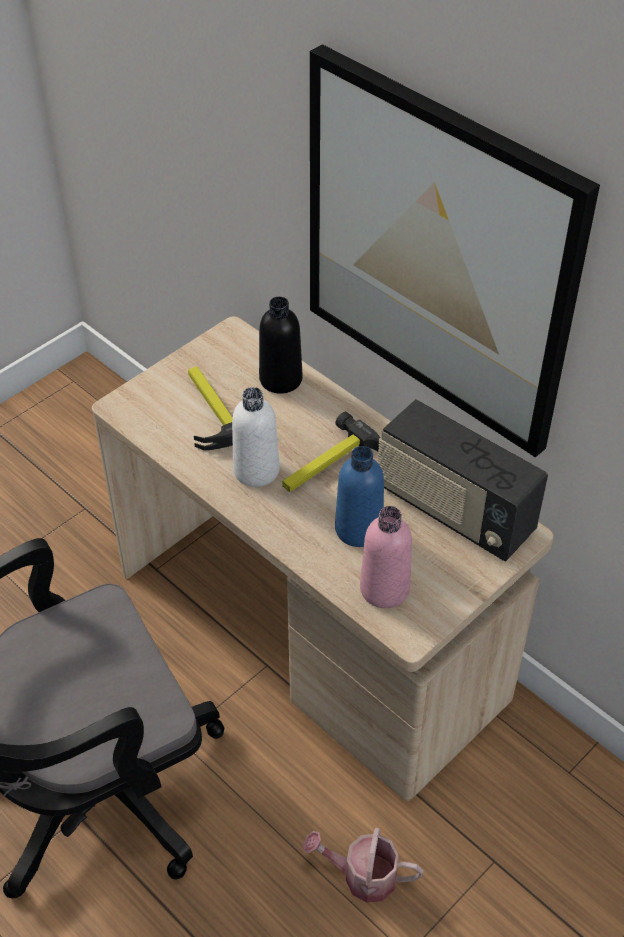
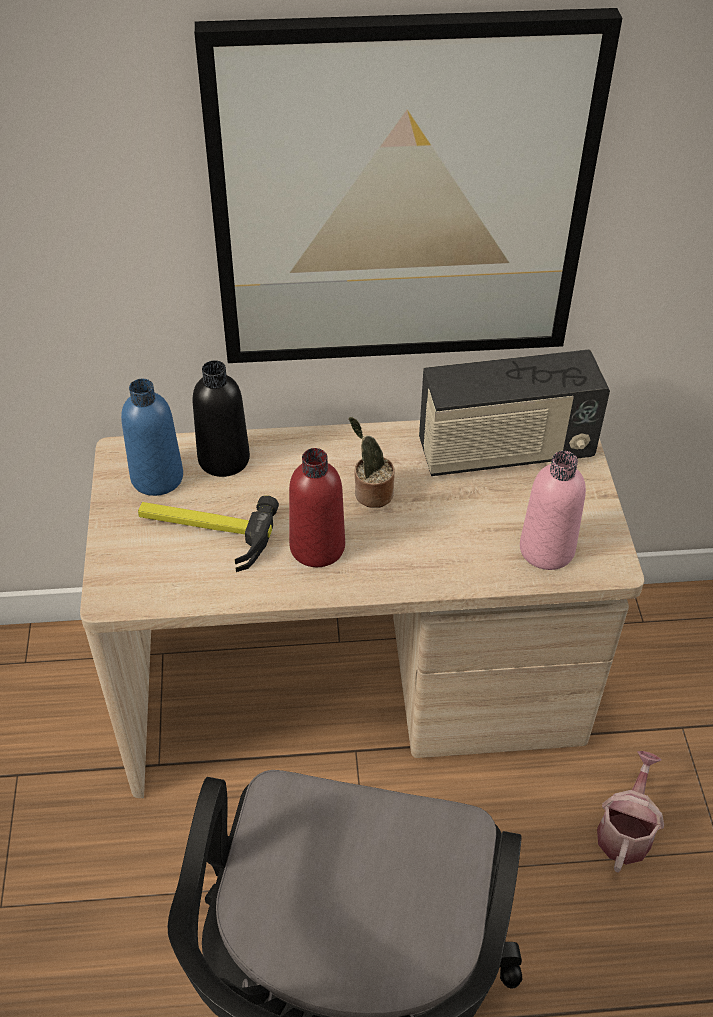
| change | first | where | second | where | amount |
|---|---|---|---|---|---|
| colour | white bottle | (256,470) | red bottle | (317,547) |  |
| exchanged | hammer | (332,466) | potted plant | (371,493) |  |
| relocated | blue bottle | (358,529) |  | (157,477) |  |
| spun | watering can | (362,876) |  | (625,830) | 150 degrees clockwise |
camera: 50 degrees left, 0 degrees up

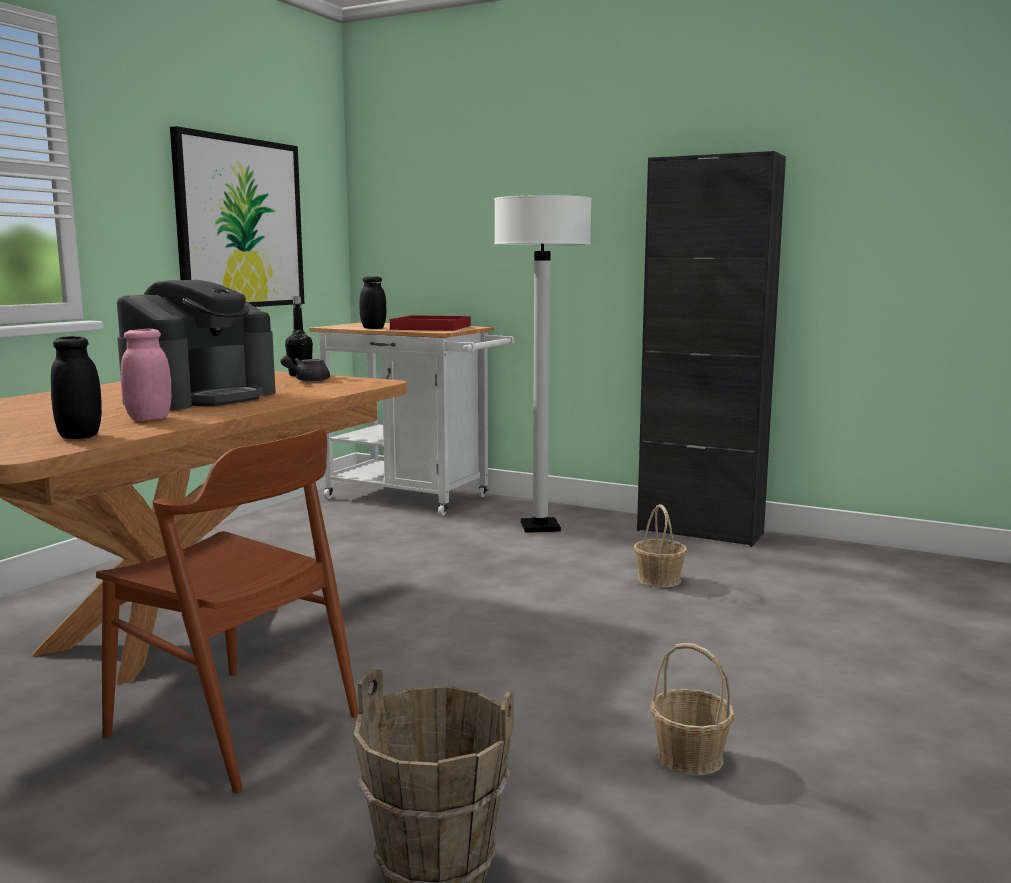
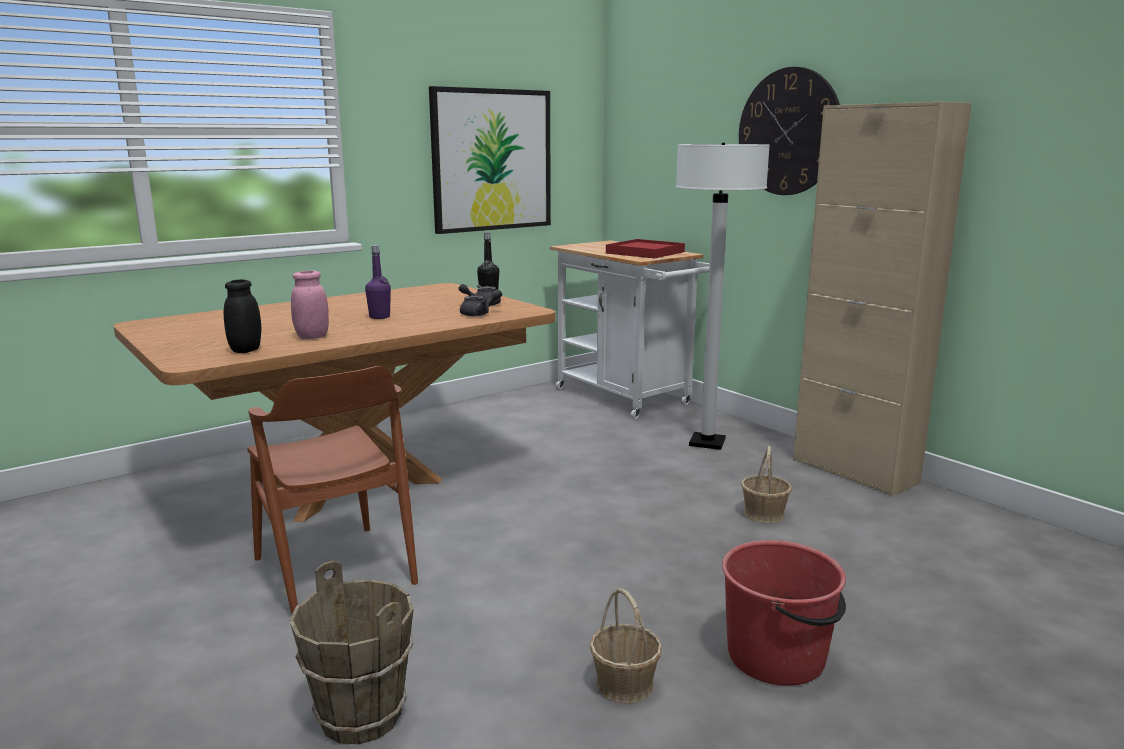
| change | first | where | second | where | amount |
|---|---|---|---|---|---|
| colour | black cabinet | (700,531) | beige cabinet | (854,471) |  |
| missing | black jar | (373,328) |  |  |  |
| exchanged | coffee machine | (201,397) | purple bottle | (379,317) |  |
| appeared |  |  | wall clock | (788,132) |  |
| appeared |  |  | grey teapot | (479,314) |  |
| appeared |  |  | red bucket | (777,657) |  |
camera: 25 degrees right, 5 degrees up

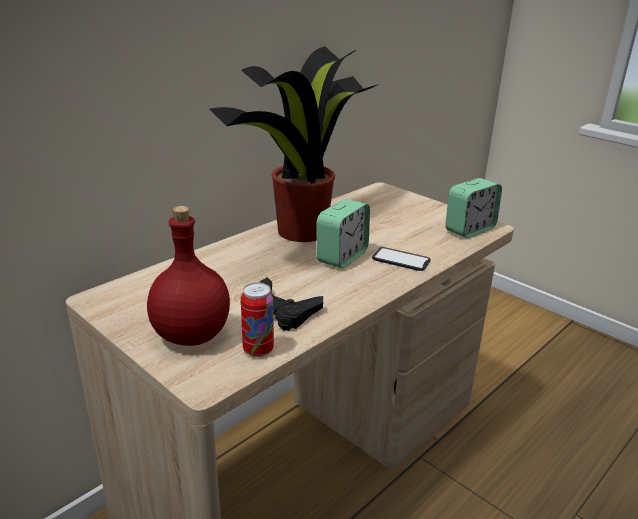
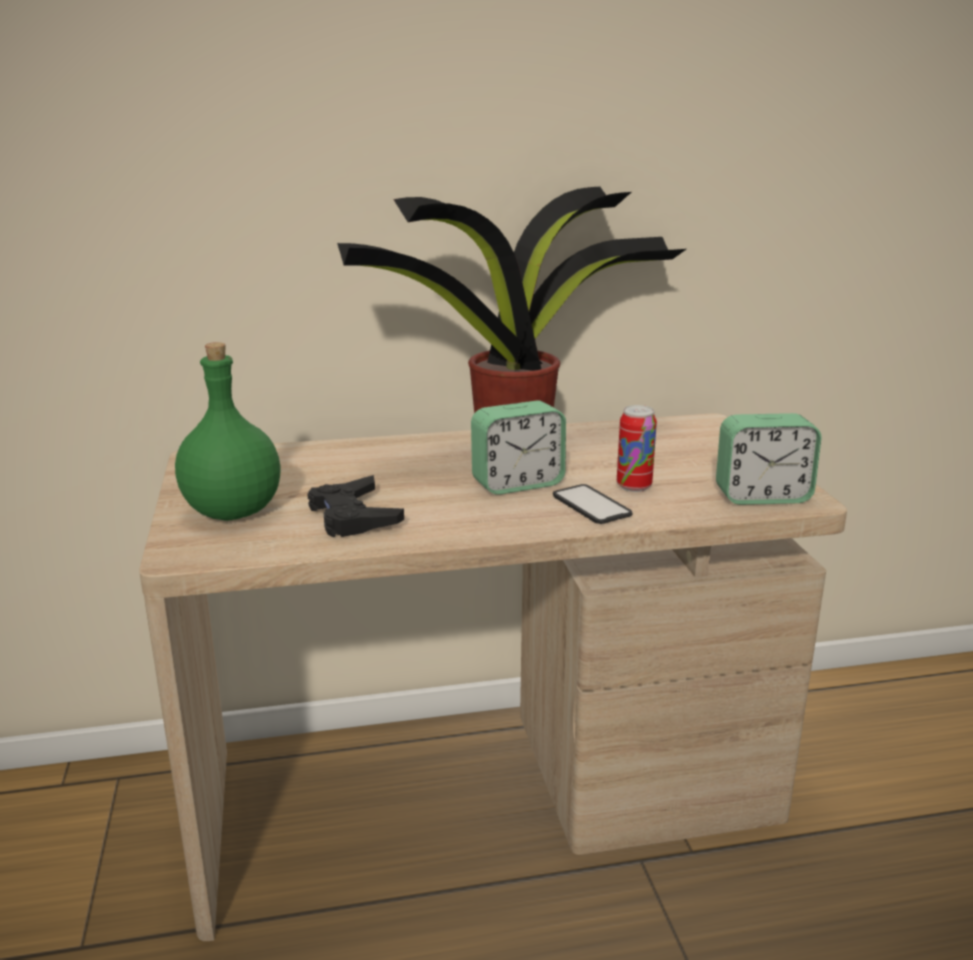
| change | first | where | second | where | amount |
|---|---|---|---|---|---|
| colour | red bottle | (192,334) | green bottle | (235,511) |  |
| relocated | can | (258,350) |  | (634,486) |  |
camera: 35 degrees right, 5 degrees down

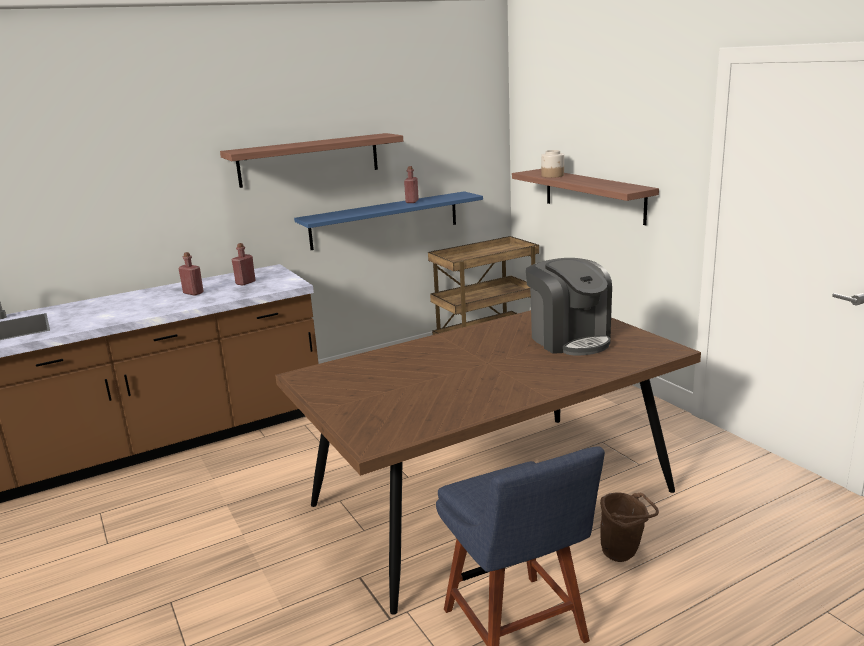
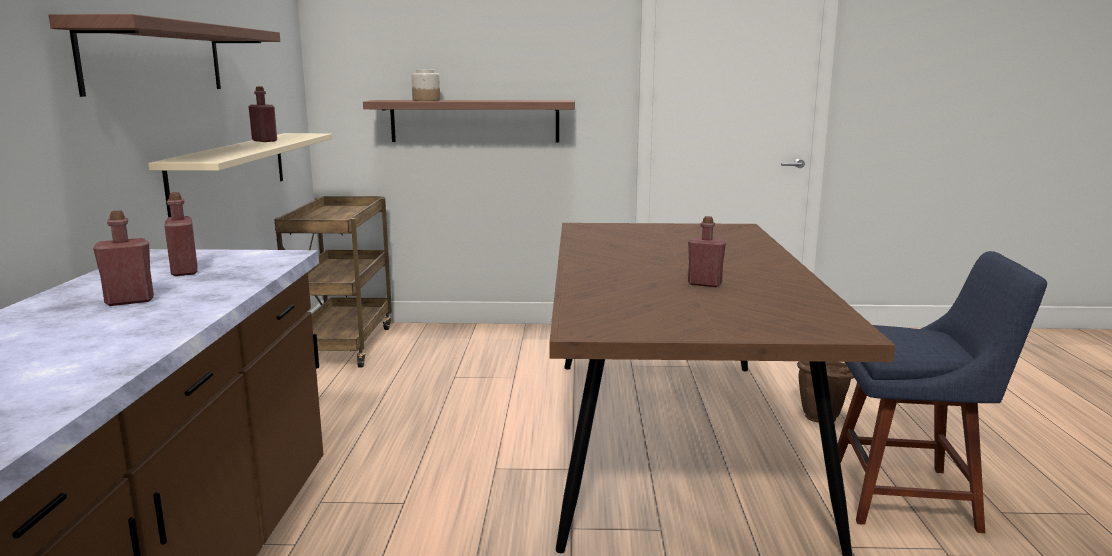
| change | first | where | second | where | amount |
|---|---|---|---|---|---|
| colour | blue shelf | (385,220) | beige shelf | (231,172) |  |
| missing | coffee machine | (569,339) |  |  |  |
| appeared |  |  | red bottle | (704,284) |  |
camera: 60 degrees left, 5 degrees down

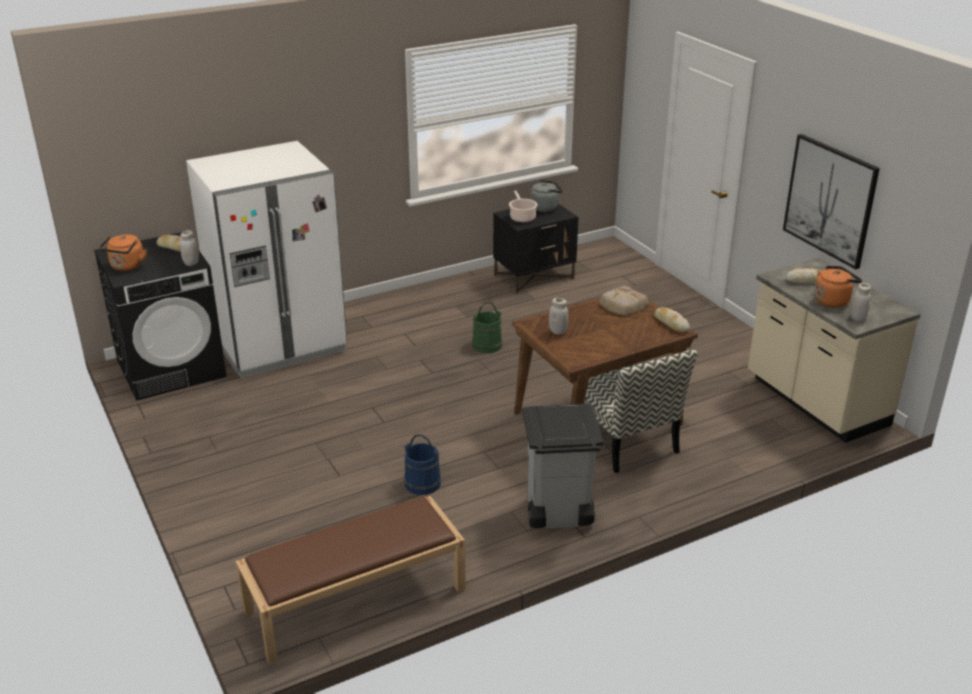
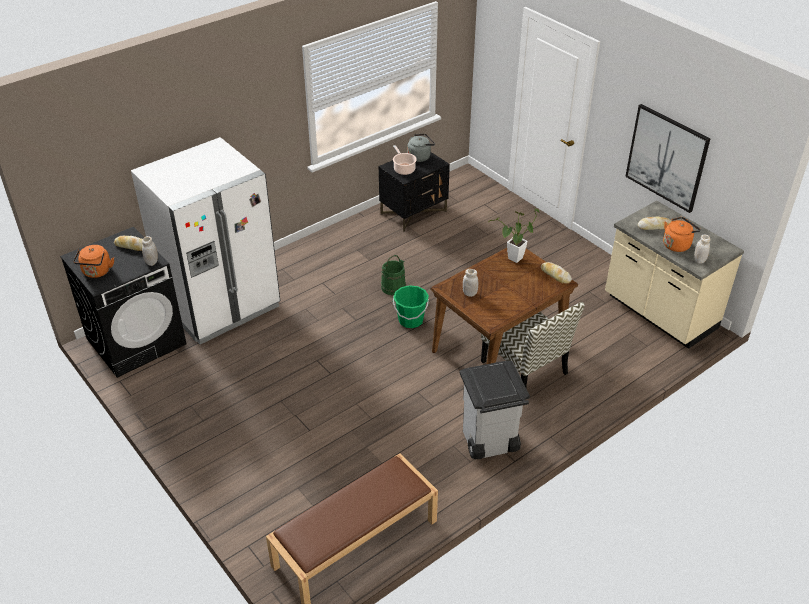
| change | first | where | second | where | amount |
|---|---|---|---|---|---|
| exchanged | bread | (622,305) | potted plant | (513,260) |  |
| missing | blue bucket | (422,483) |  |  |  |
| appeared |  |  | green bucket | (410,320) |  |
camera: 10 degrees left, 10 degrees up

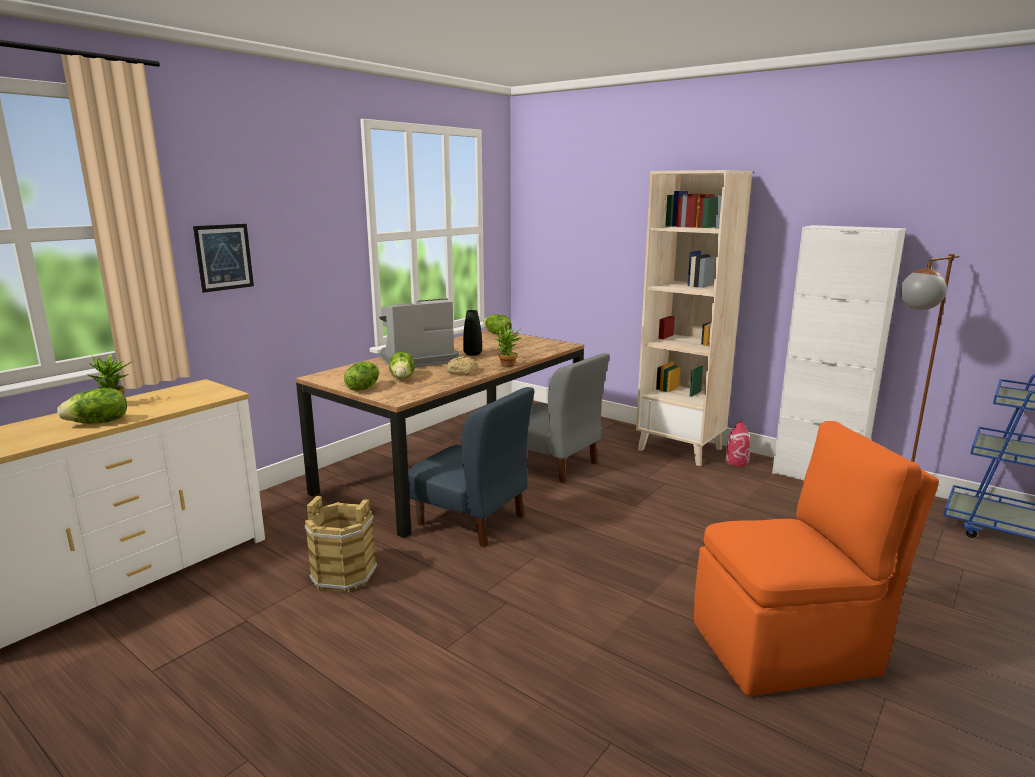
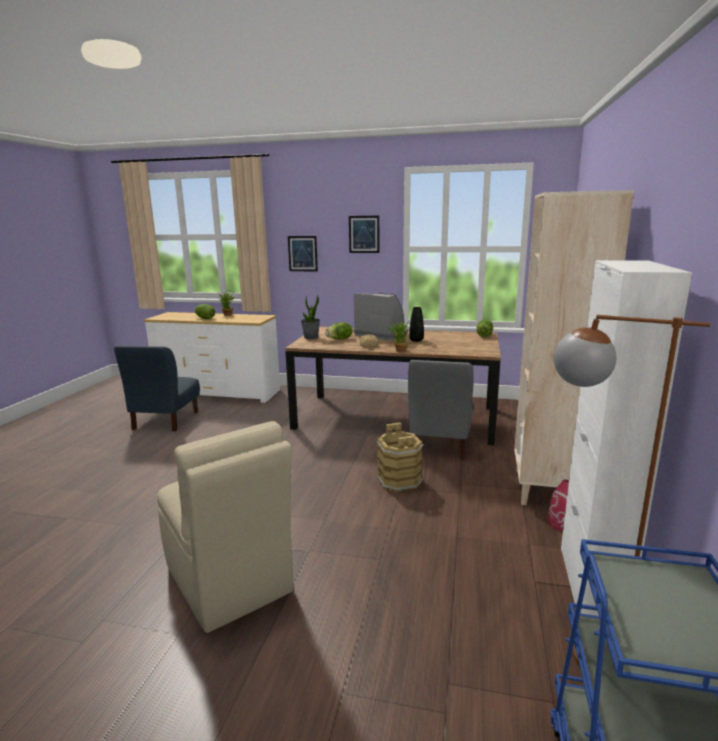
| change | first | where | second | where | amount |
|---|---|---|---|---|---|
| exchanged | lettuce | (363,388) | potted plant | (311,337) |  |
| relocated | blue chair | (472,520) |  | (165,420) |  |
| colour | orange chair | (789,648) | beige chair | (229,581) |  |
| relocated | brown bucket | (344,574) |  | (399,481) |  |
| appeared |  |  | picture | (364,234) |  |
camera: 65 degrees right, 0 degrees up

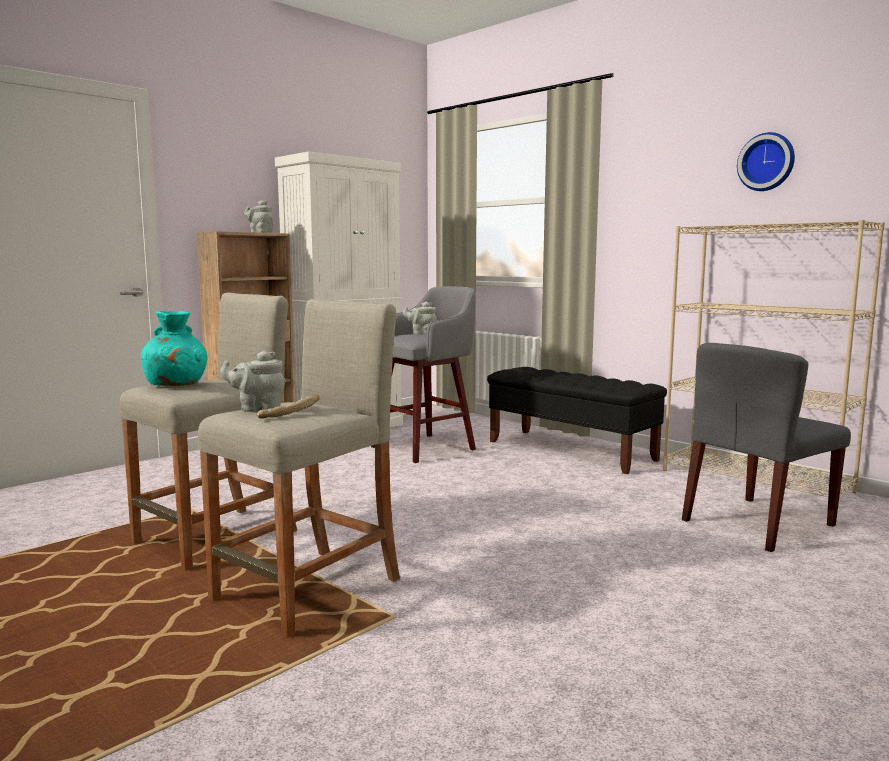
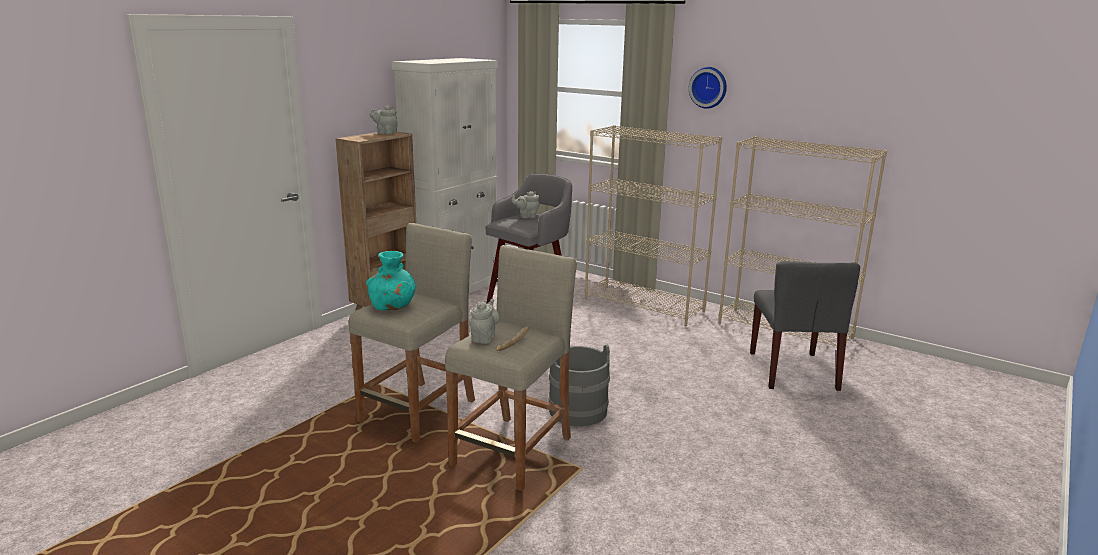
| change | first | where | second | where | amount |
|---|---|---|---|---|---|
| relocated | wall clock | (767,162) |  | (708,87) |  |
| spun | grey chair | (757,523) |  | (793,371) | 45 degrees counterclockwise |
| spun | grey teapot | (257,408) |  | (484,337) | 120 degrees clockwise |
| exchanged | black bench | (571,450) | beige bookcase | (644,305) |  |
| appeared |  |  | grey bucket | (578,410) |  |
camera: 10 degrees left, 10 degrees up

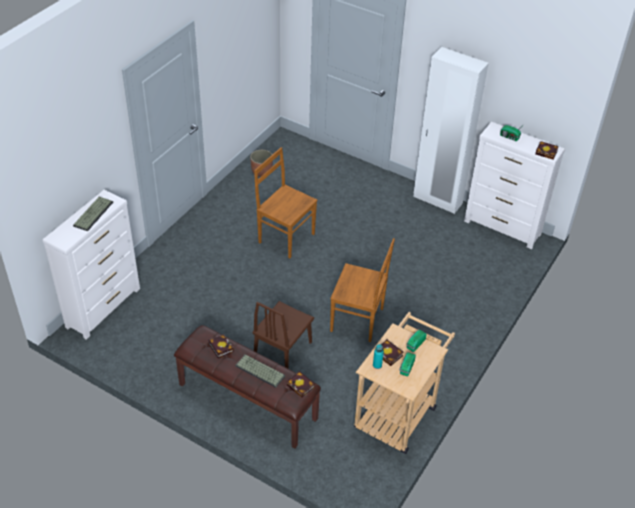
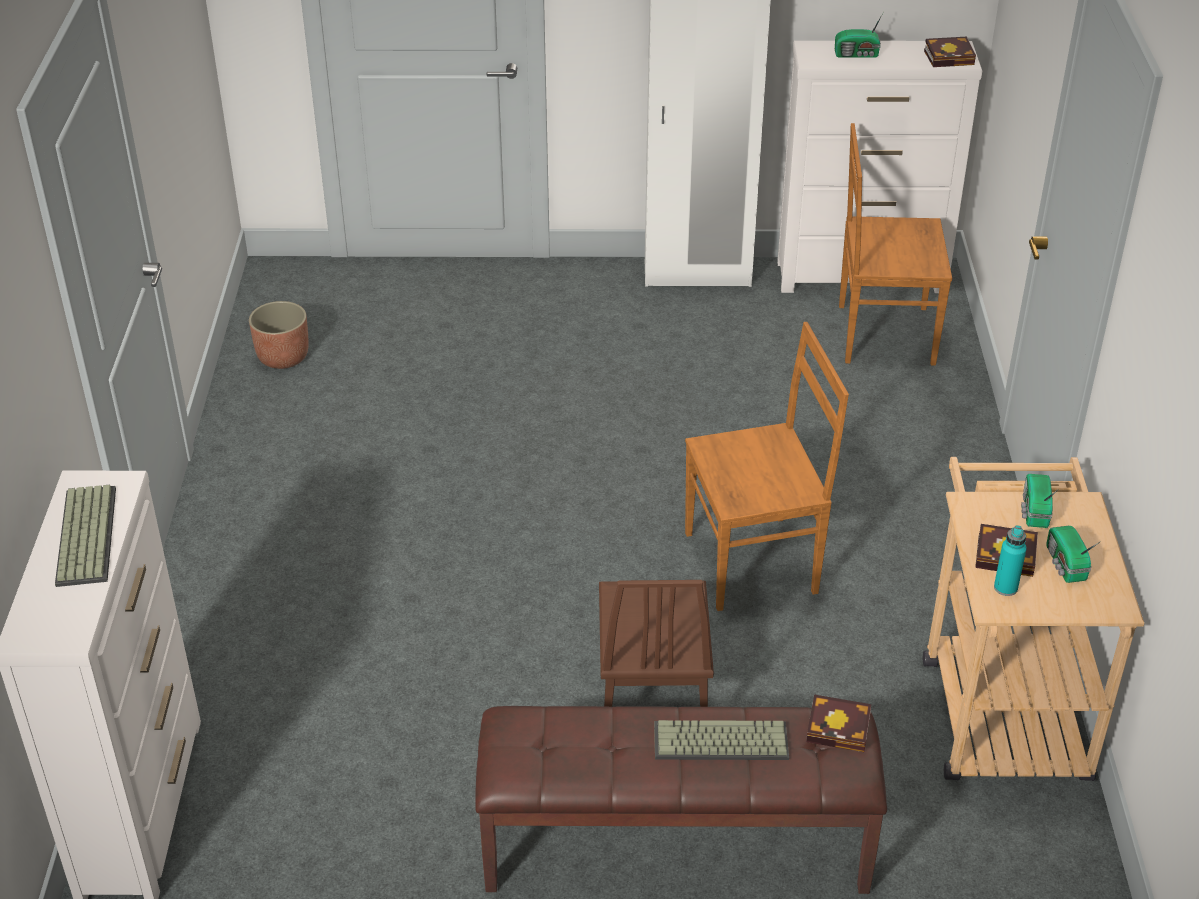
| change | first | where | second | where | amount |
|---|---|---|---|---|---|
| relocated | brown chair | (285,237) |  | (882,334) |  |
| missing | book | (220,347) |  |  |  |
camera: 30 degrees left, 5 degrees down

